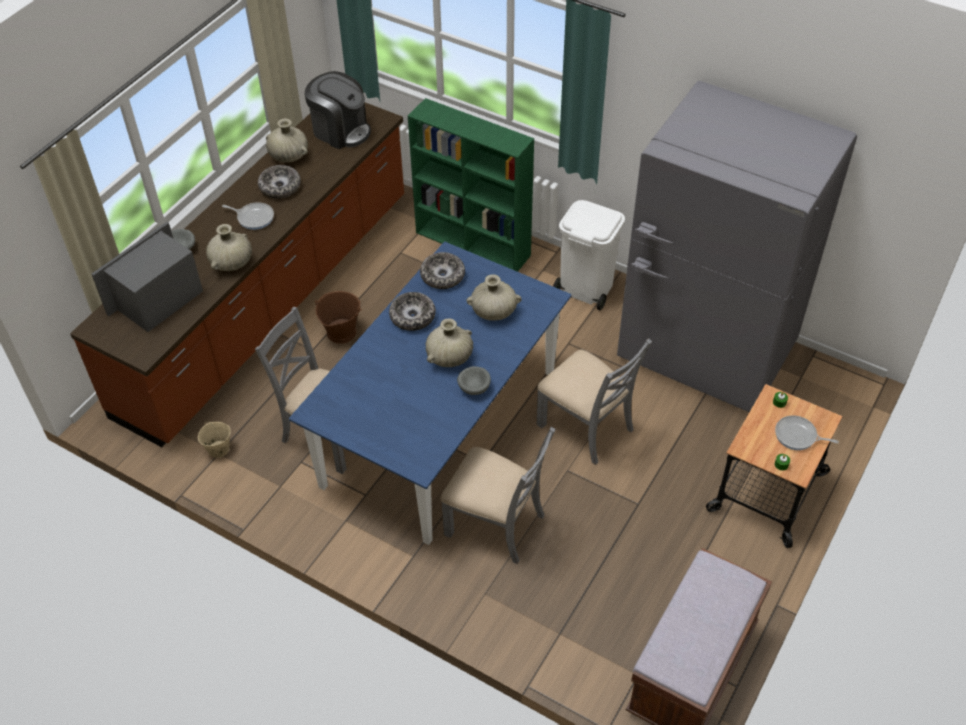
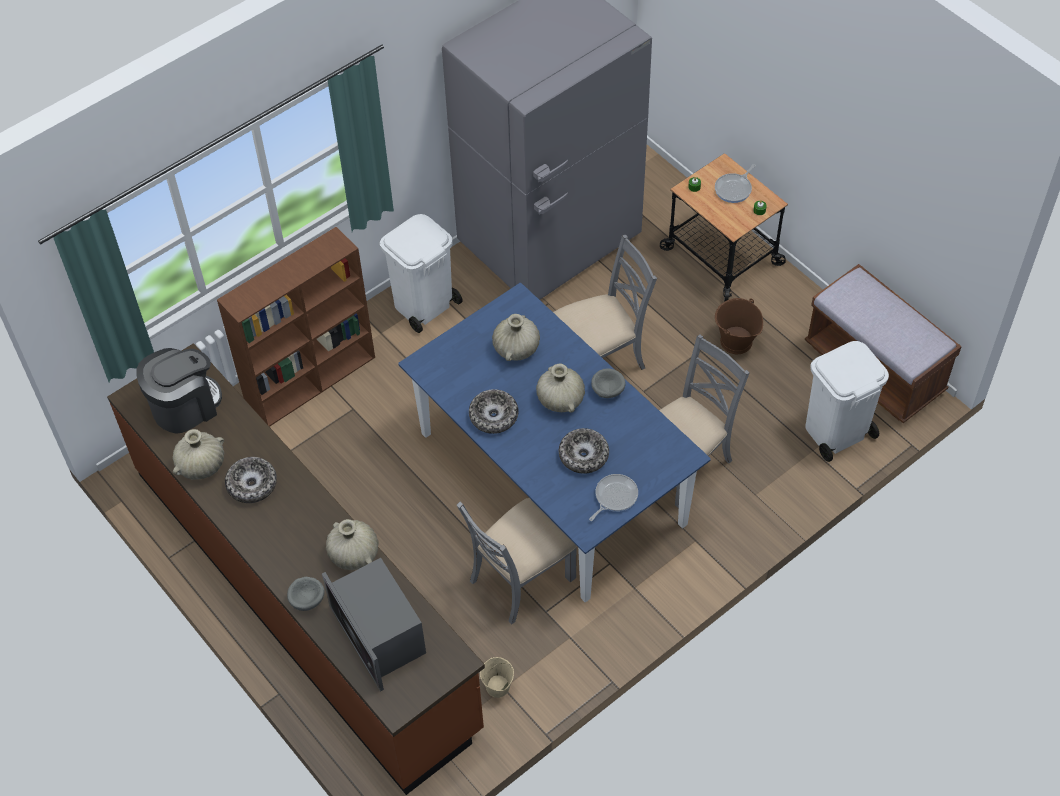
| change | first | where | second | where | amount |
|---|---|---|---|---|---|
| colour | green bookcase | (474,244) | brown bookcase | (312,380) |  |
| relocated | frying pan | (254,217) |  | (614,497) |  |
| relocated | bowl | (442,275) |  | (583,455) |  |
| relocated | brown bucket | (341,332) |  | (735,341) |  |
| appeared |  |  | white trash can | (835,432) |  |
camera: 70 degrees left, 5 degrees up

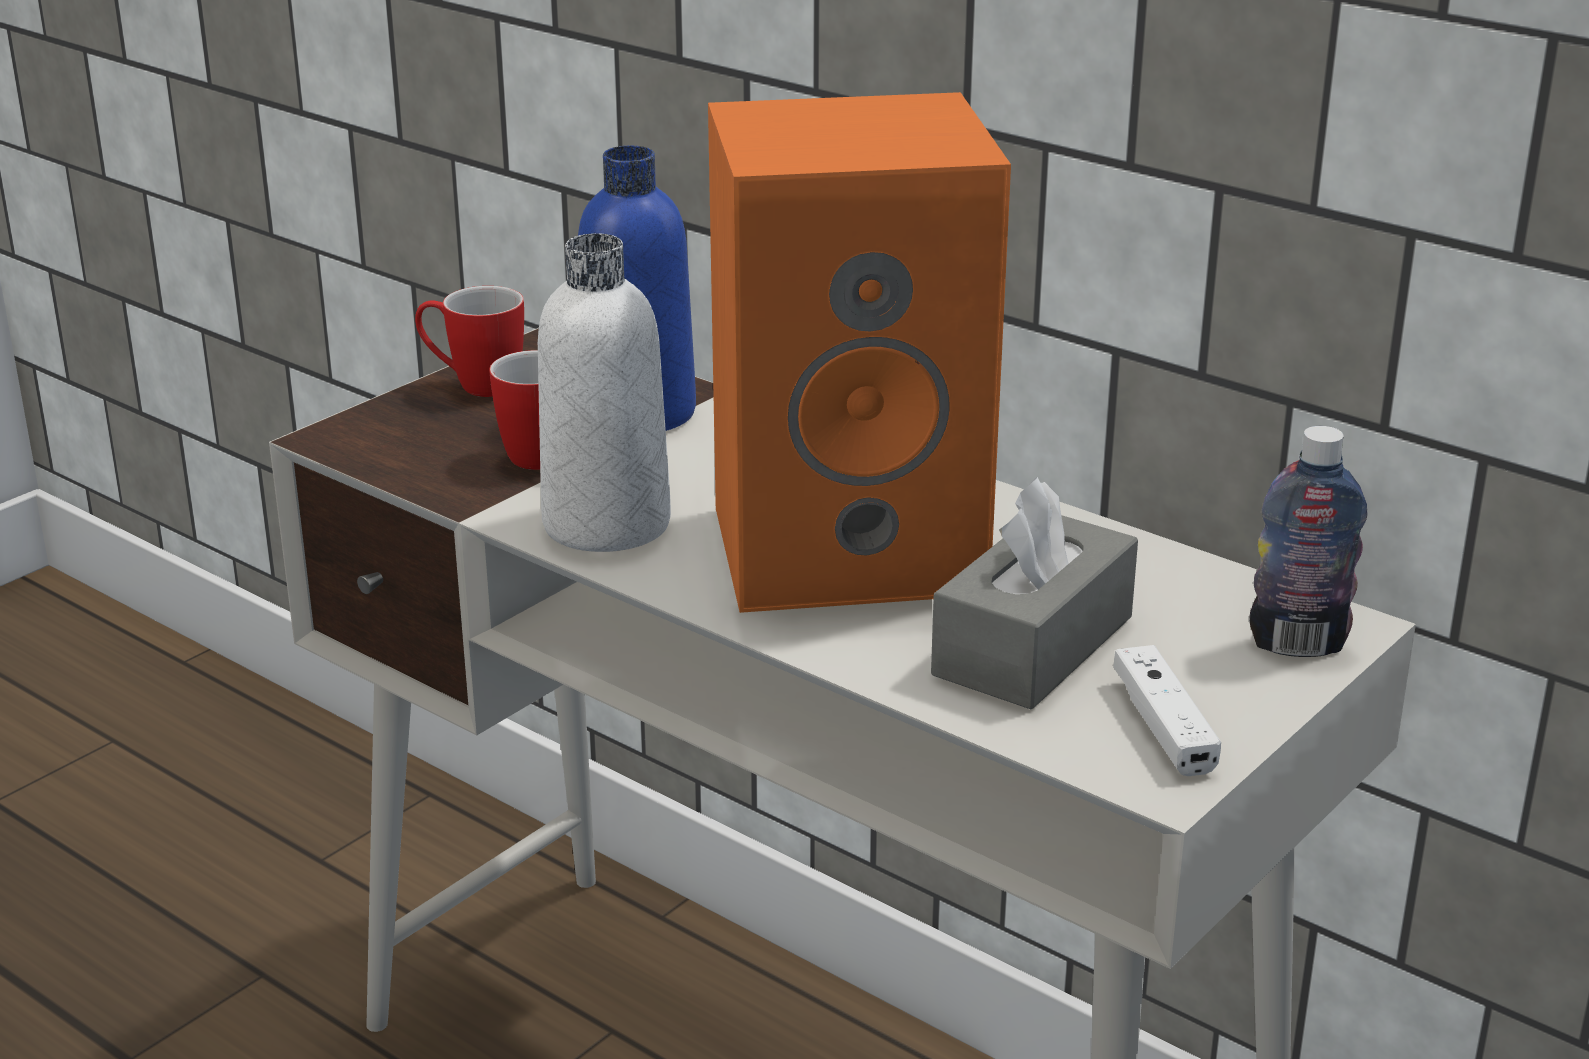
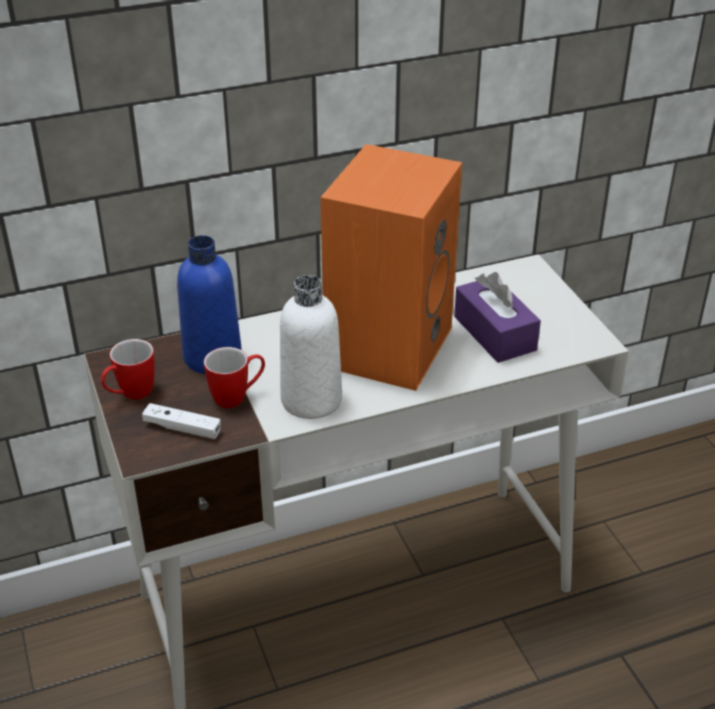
| change | first | where | second | where | amount |
|---|---|---|---|---|---|
| missing | bottle | (1297,643) |  |  |  |
| colour | grey tissue box | (1033,646) | purple tissue box | (494,333) |  |
| relocated | white game controller | (1163,726) |  | (182,428) |  |
camera: 60 degrees left, 10 degrees up

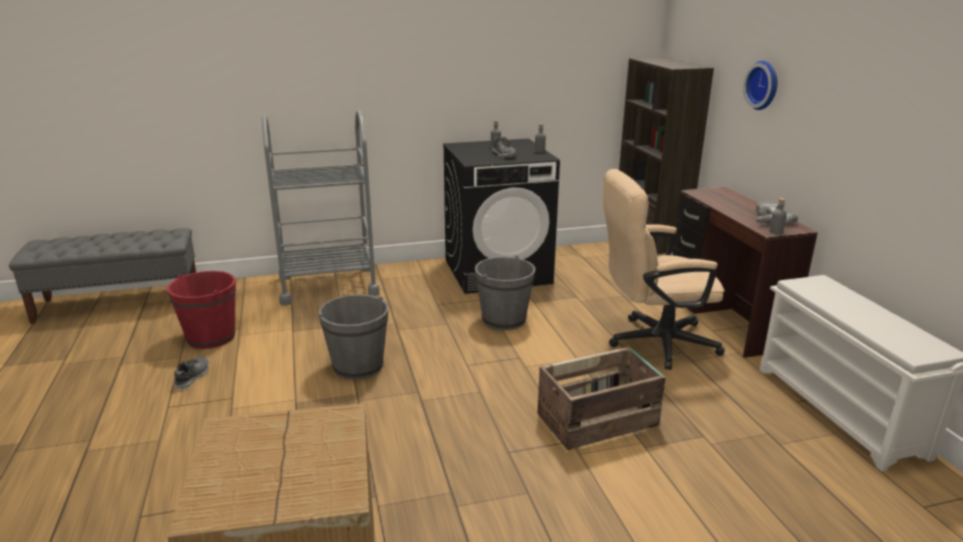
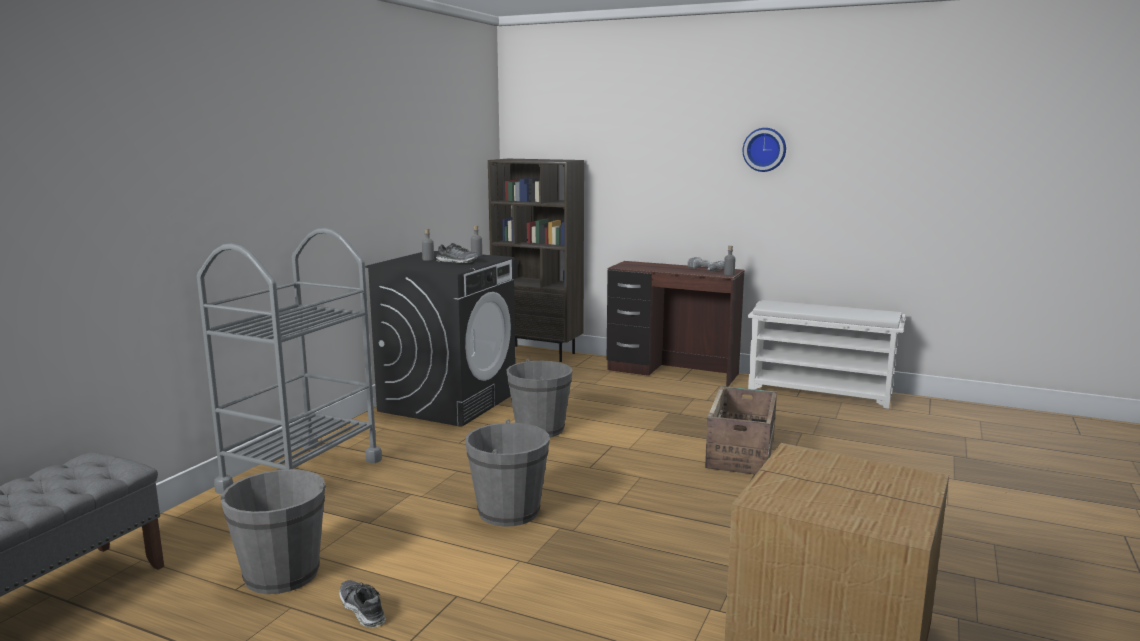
| change | first | where | second | where | amount |
|---|---|---|---|---|---|
| relocated | wall clock | (764,85) |  | (765,149) |  |
| missing | beige office chair | (652,343) |  |  |  |
| colour | red bucket | (211,337) | grey bucket | (282,574) |  |
camera: 50 degrees left, 10 degrees down

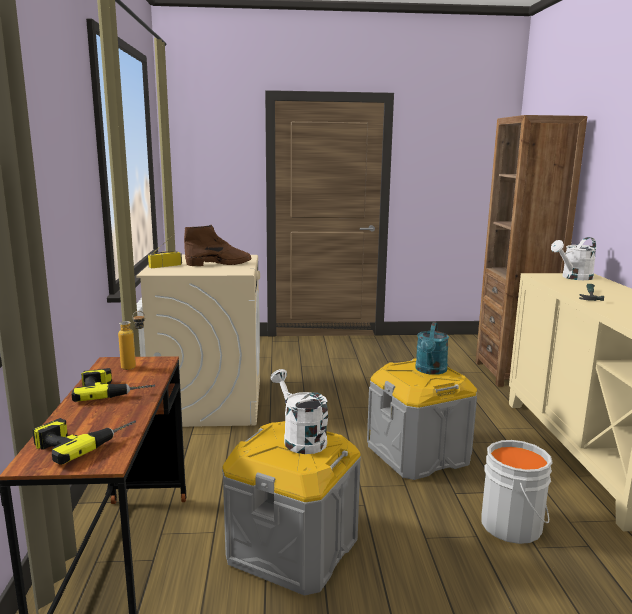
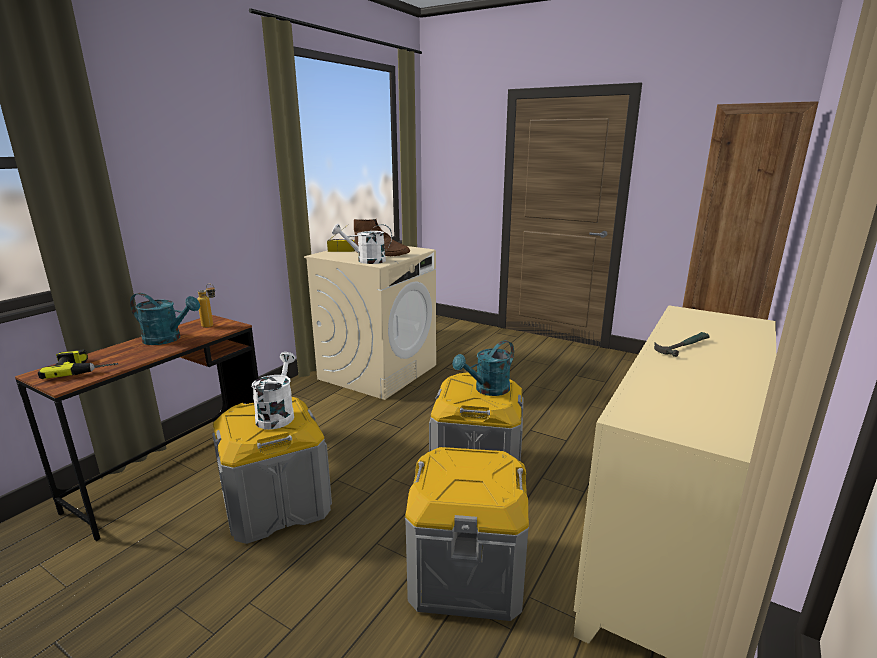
| change | first | where | second | where | amount |
|---|---|---|---|---|---|
| relocated | white watering can | (573,278) |  | (366,261) |  |
| exchanged | power drill | (114,389) | turquoise watering can | (168,339) |  |
| exchanged | grey bucket | (514,526) | grey storage box | (466,572) |  |
camera: 35 degrees right, 5 degrees up

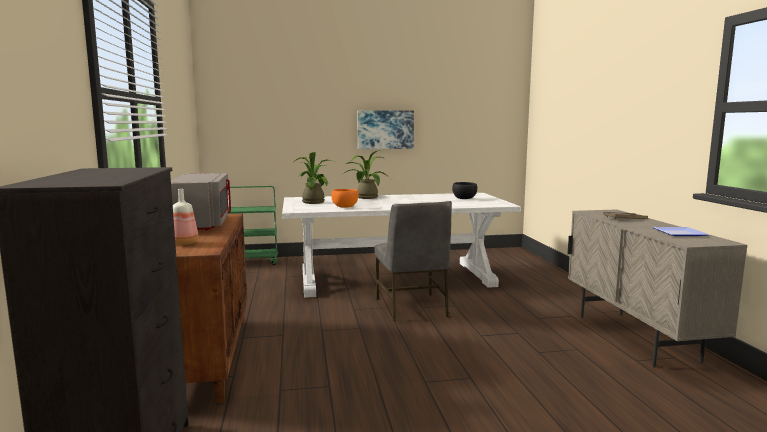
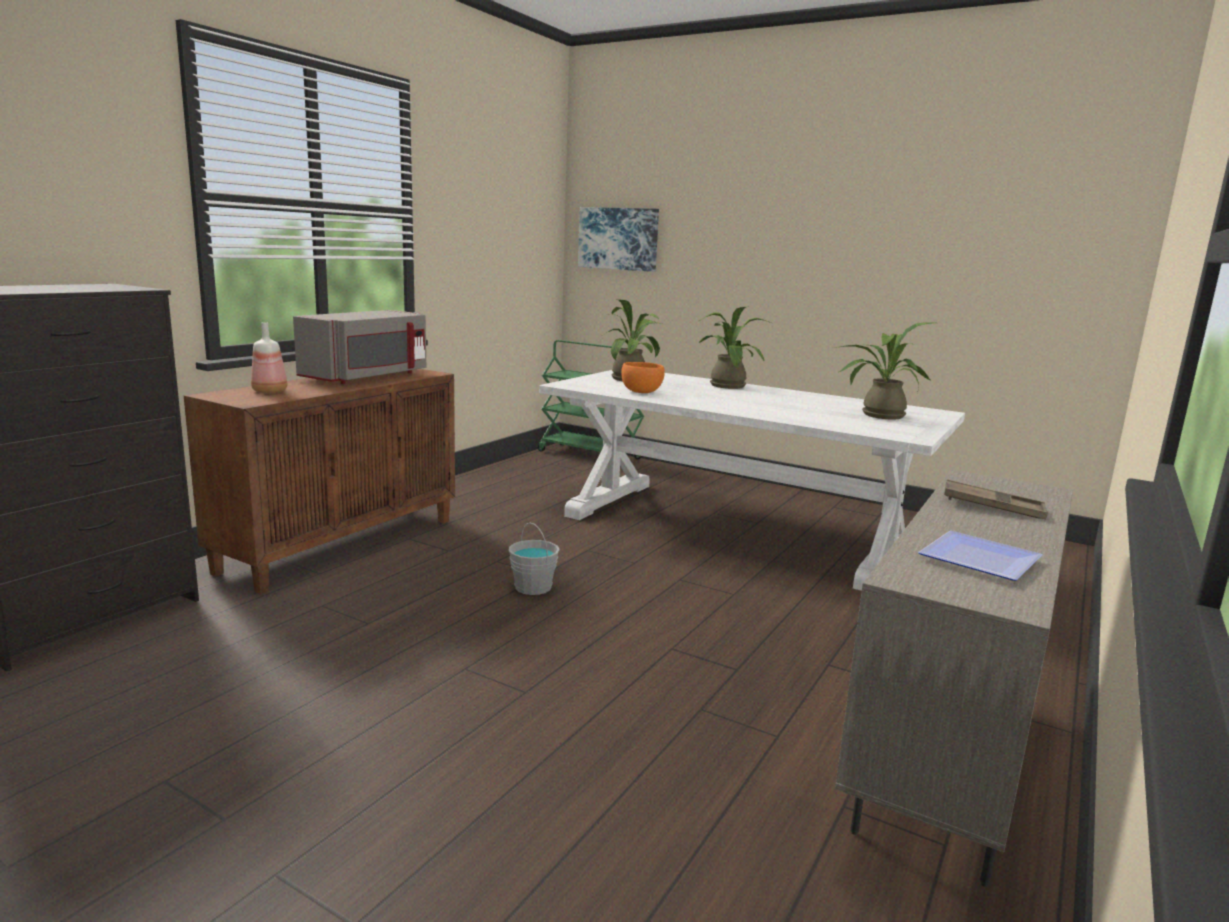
| change | first | where | second | where | amount |
|---|---|---|---|---|---|
| relocated | picture | (385,129) |  | (618,239) |  |
| exchanged | black bowl | (464,198) | potted plant | (877,415) |  |
| missing | grey chair | (412,308) |  |  |  |
| appeared |  |  | grey bucket | (532,587) |  |
camera: 40 degrees right, 5 degrees up

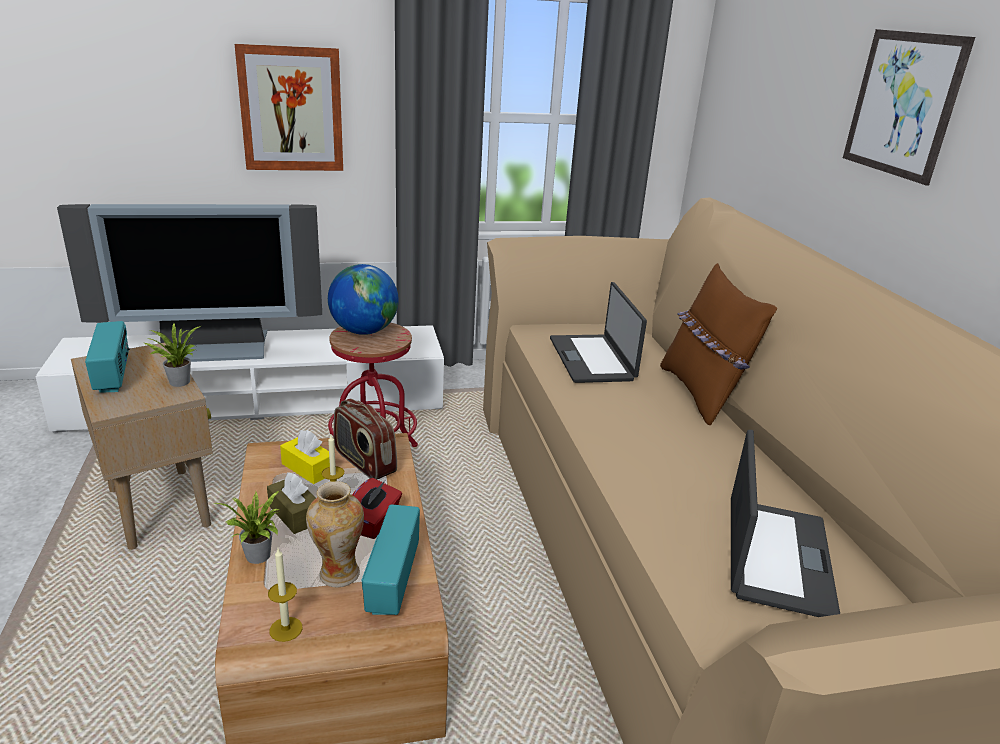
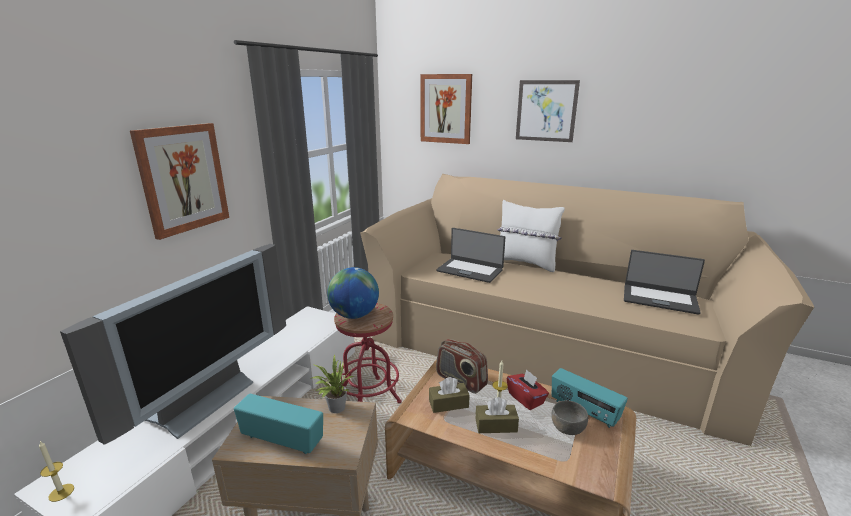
| change | first | where | second | where | amount |
|---|---|---|---|---|---|
| colour | brown pillow | (701,394) | white pillow | (525,263) |  |
| spun | radio | (364,462) |  | (460,381) | 45 degrees clockwise |
| colour | yellow tissue box | (308,468) | brown tissue box | (448,404) |  |
| spun | laptop | (775,556) |  | (659,299) | 150 degrees clockwise |
| exchanged | vase | (338,574) | grey bowl | (567,428) |  |
| missing | potted plant | (258,558) |  |  |  |
| relocated | candle | (286,629) |  | (61,492) |  |
| appeared |  |  | picture | (446,109) |  |
camera: 50 degrees left, 5 degrees down

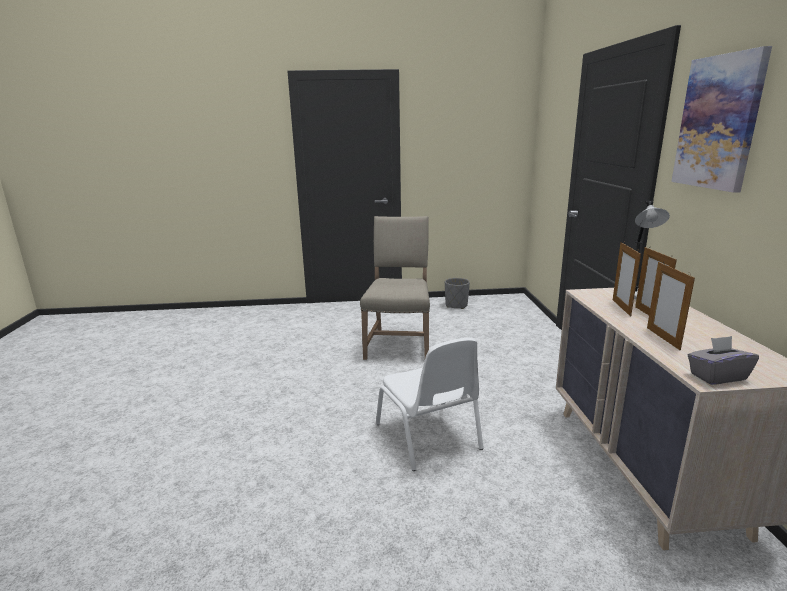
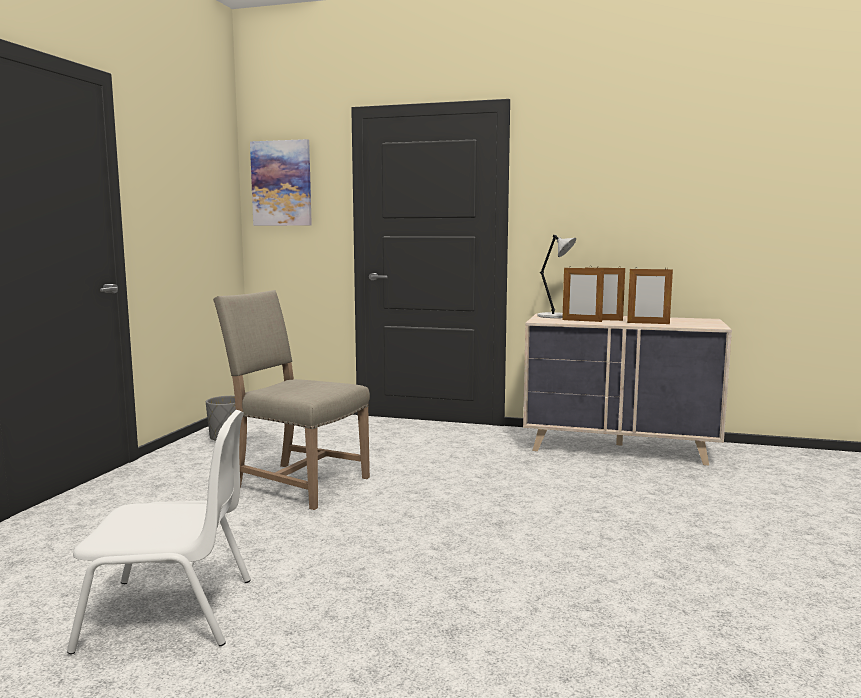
| change | first | where | second | where | amount |
|---|---|---|---|---|---|
| relocated | picture | (718,122) |  | (281,183) |  |
| missing | grey tissue box | (717,376) |  |  |  |
| relocated | white chair | (428,437) |  | (171,613) |  |
camera: 70 degrees left, 10 degrees down

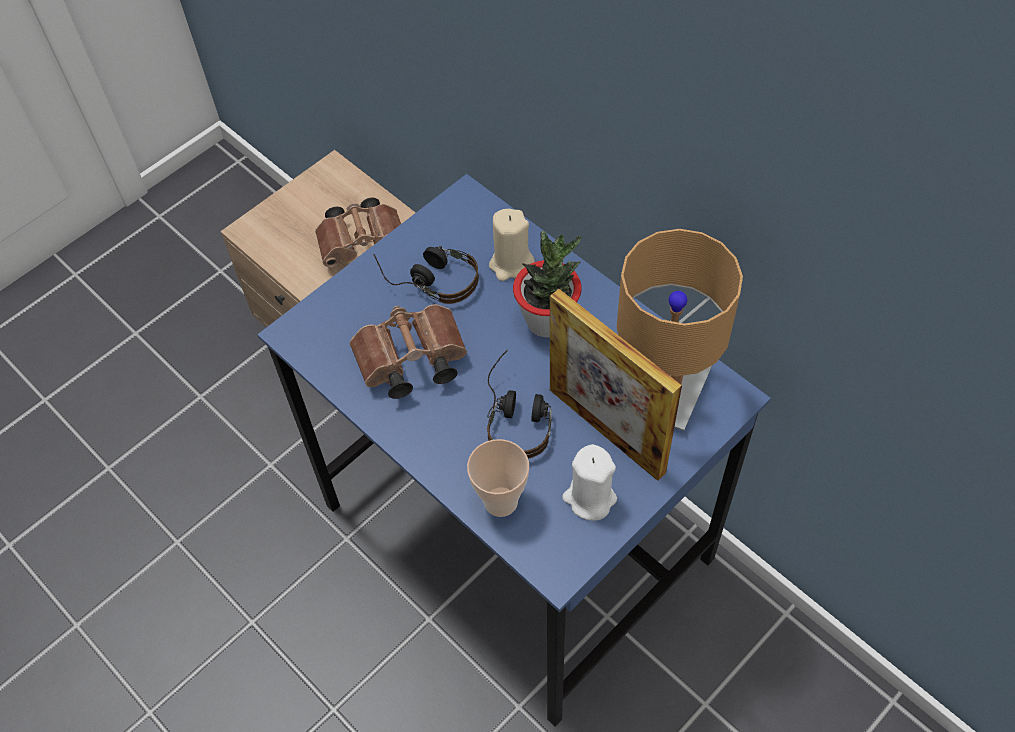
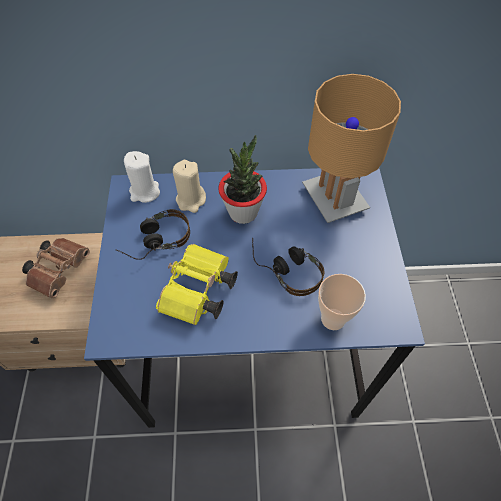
| change | first | where | second | where | amount |
|---|---|---|---|---|---|
| missing | picture frame | (606,430) |  |  |  |
| colour | brown binoculars | (409,363) | yellow binoculars | (198,293) |  |
| relocated | white candle | (589,498) |  | (144,192) |  |
camera: 50 degrees left, 0 degrees up

